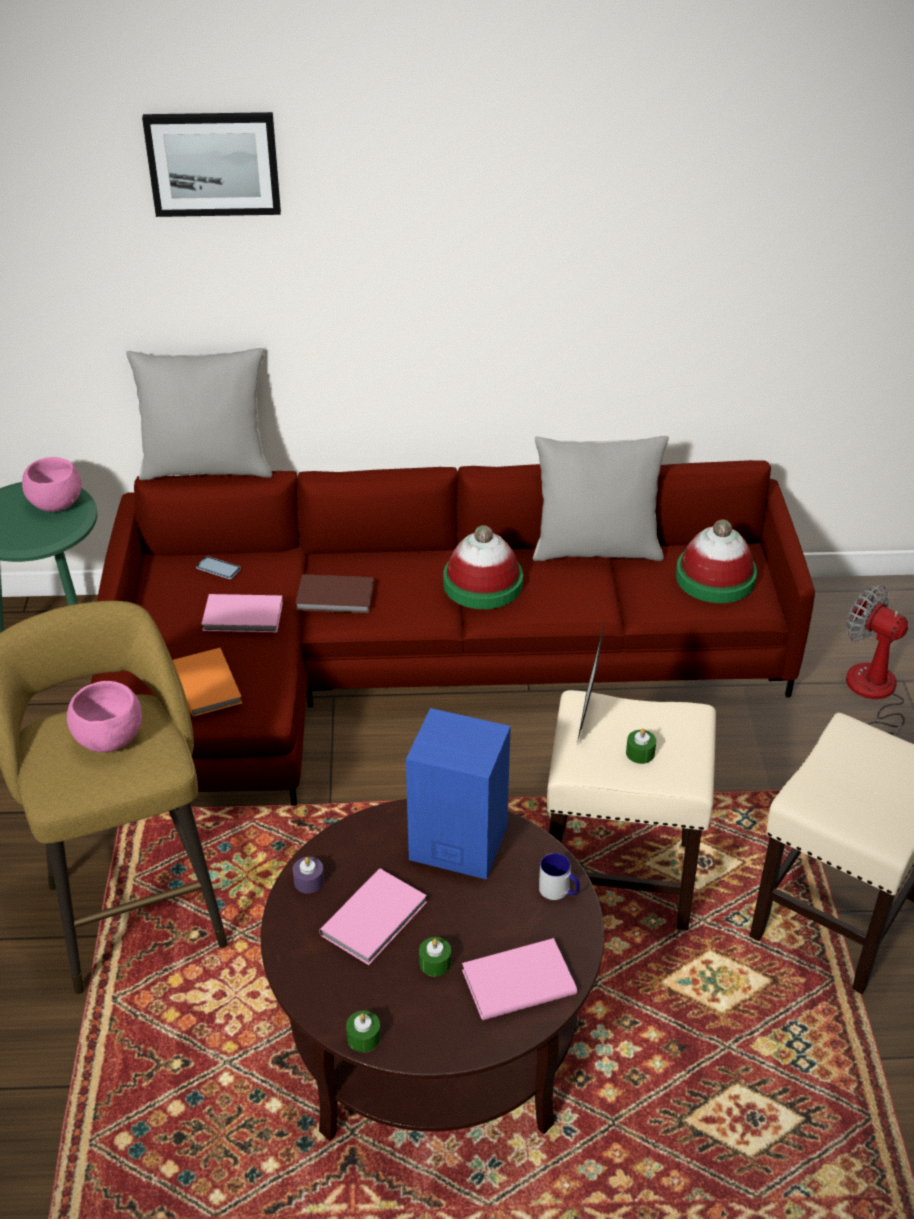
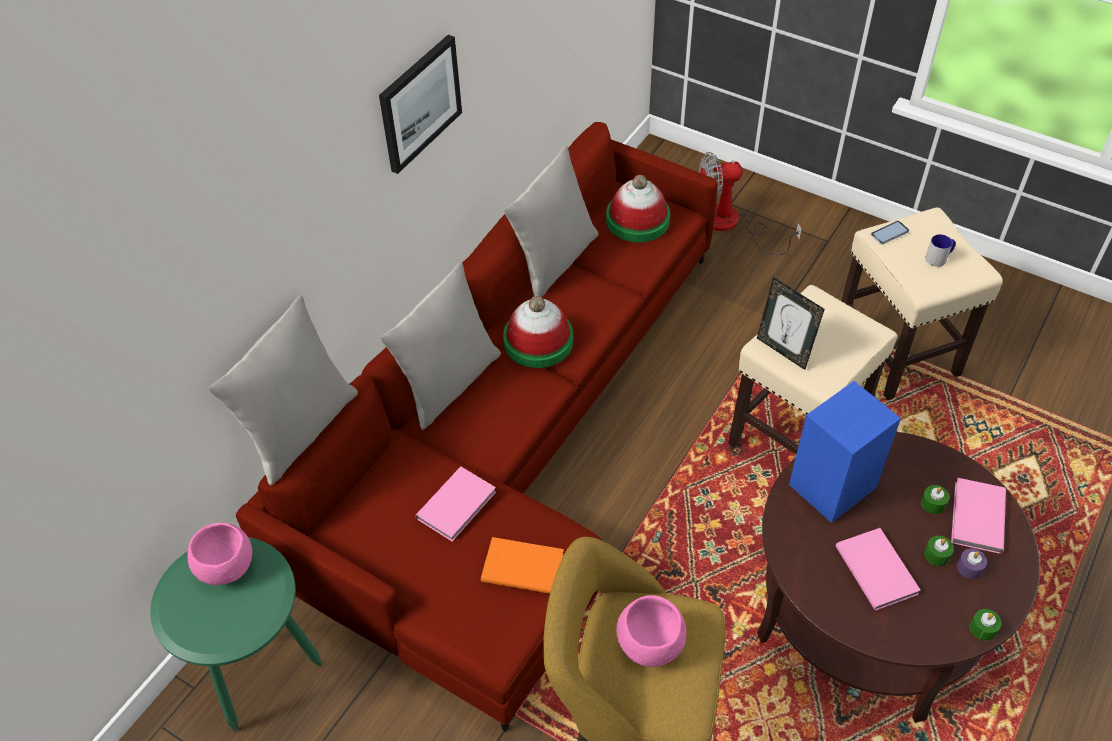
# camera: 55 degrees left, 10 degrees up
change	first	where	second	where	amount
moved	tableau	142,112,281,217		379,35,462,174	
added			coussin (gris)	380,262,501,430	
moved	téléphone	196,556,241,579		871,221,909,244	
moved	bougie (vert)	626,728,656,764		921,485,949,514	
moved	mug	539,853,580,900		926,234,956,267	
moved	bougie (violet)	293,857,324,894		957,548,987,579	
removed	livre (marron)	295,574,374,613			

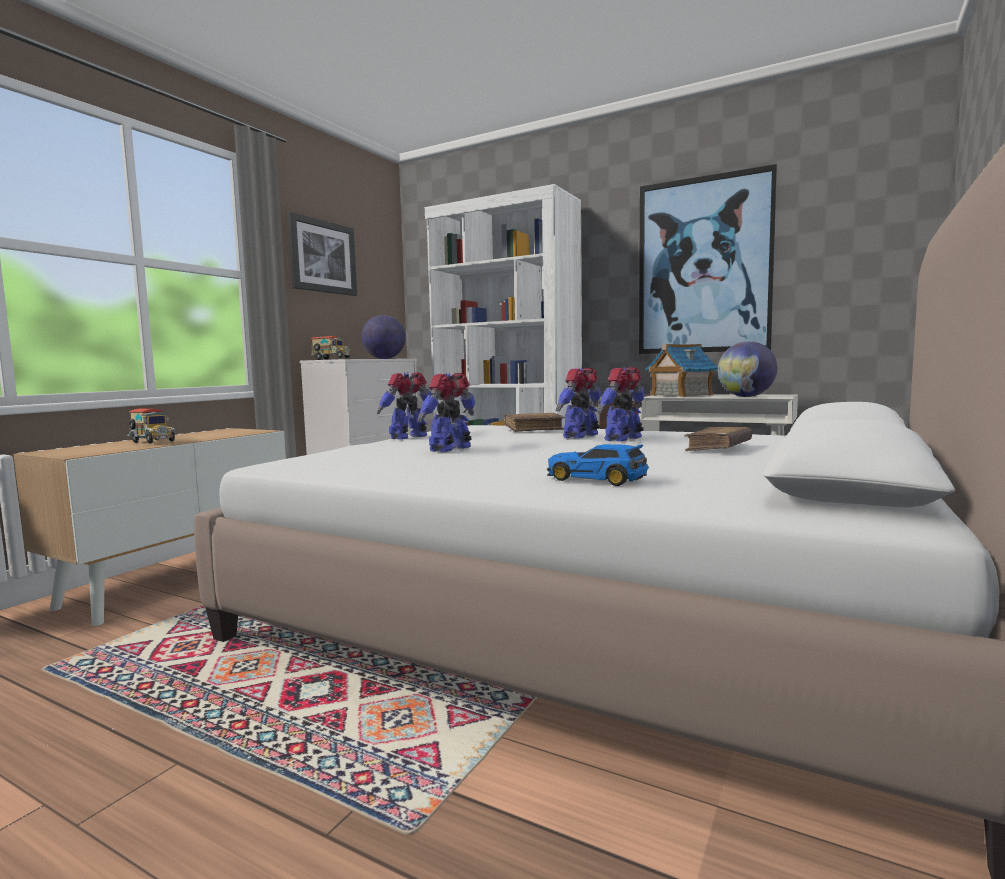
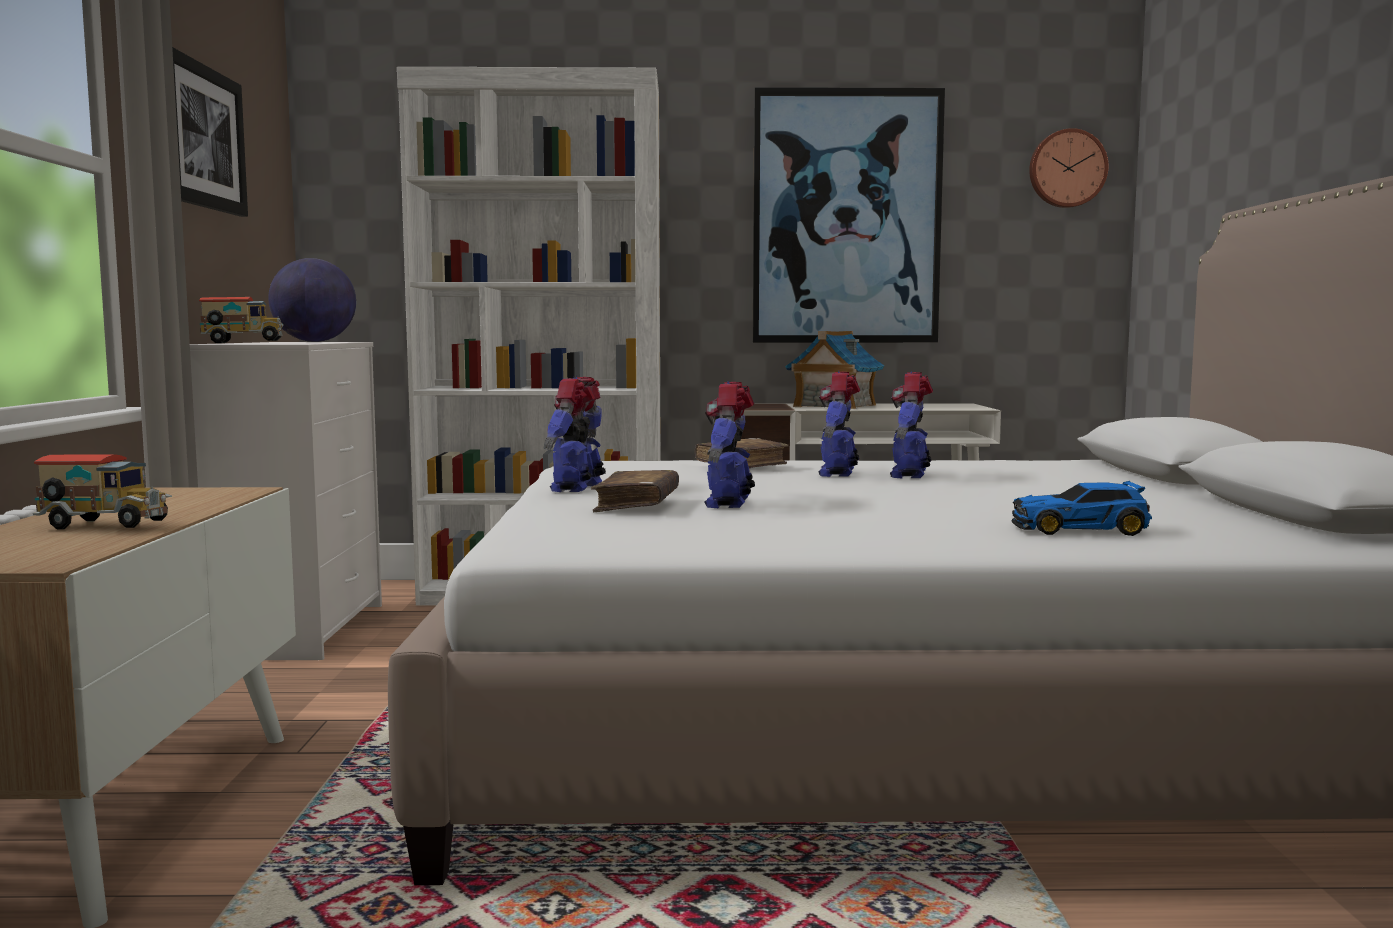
# camera: 30 degrees left, 0 degrees up
change	first	where	second	where	amount
moved	livre (marron)	684,427,752,451		591,470,679,512	
added			horloge murale	1029,128,1109,208	
removed	globe	718,341,777,397			

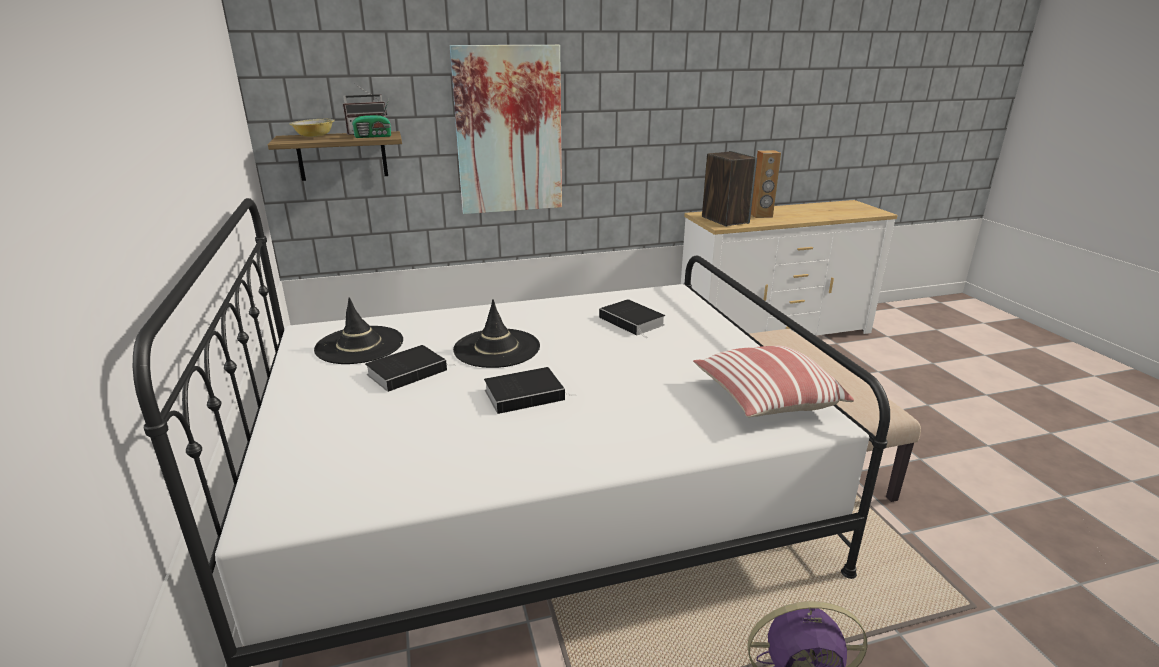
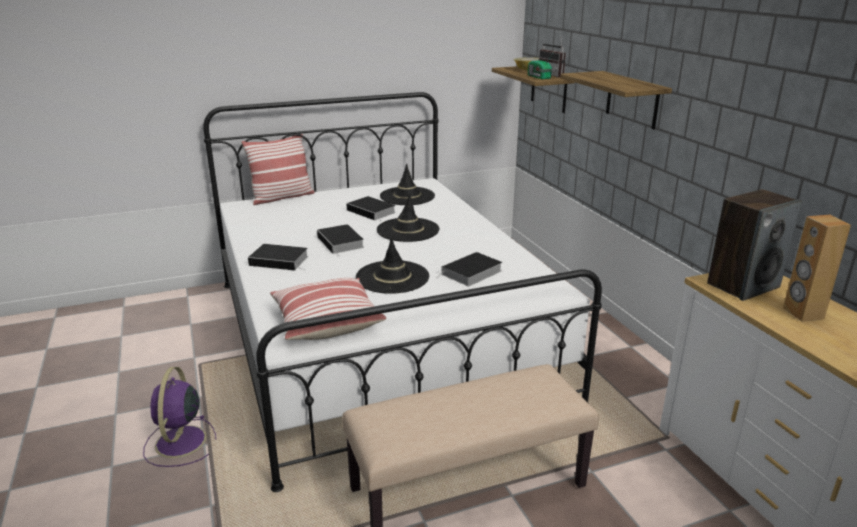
# camera: 85 degrees right, 0 degrees up
change	first	where	second	where	amount
added			coussin	241,134,315,205	
added			livre	248,244,308,270	
added			chapeau (noir)	356,237,429,294	
replaced	tableau	450,45,562,214	étagère	560,71,672,129	

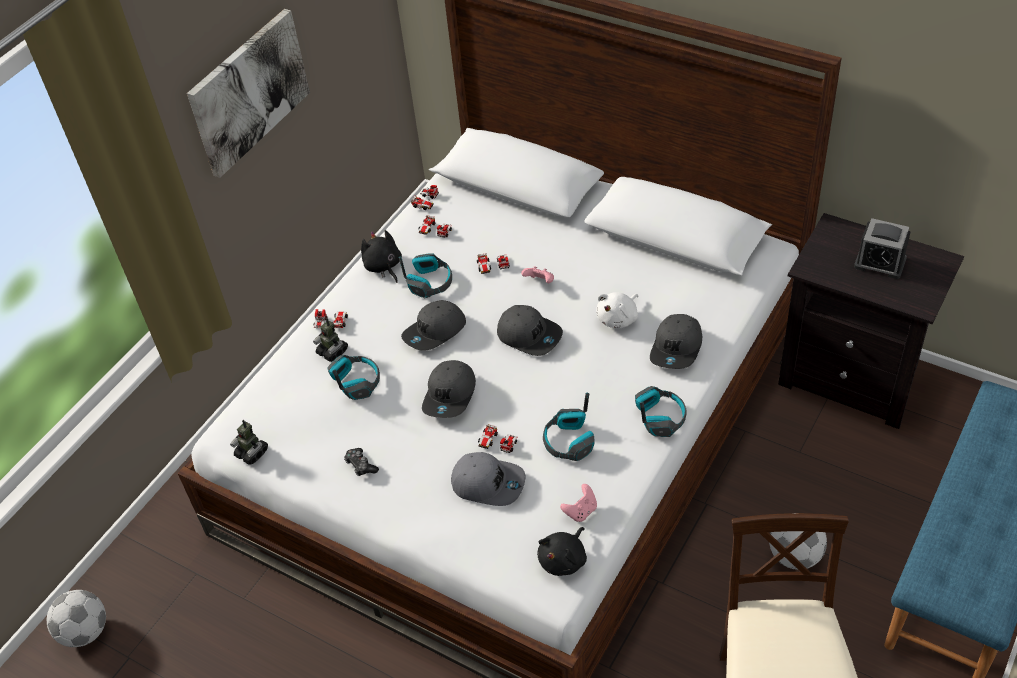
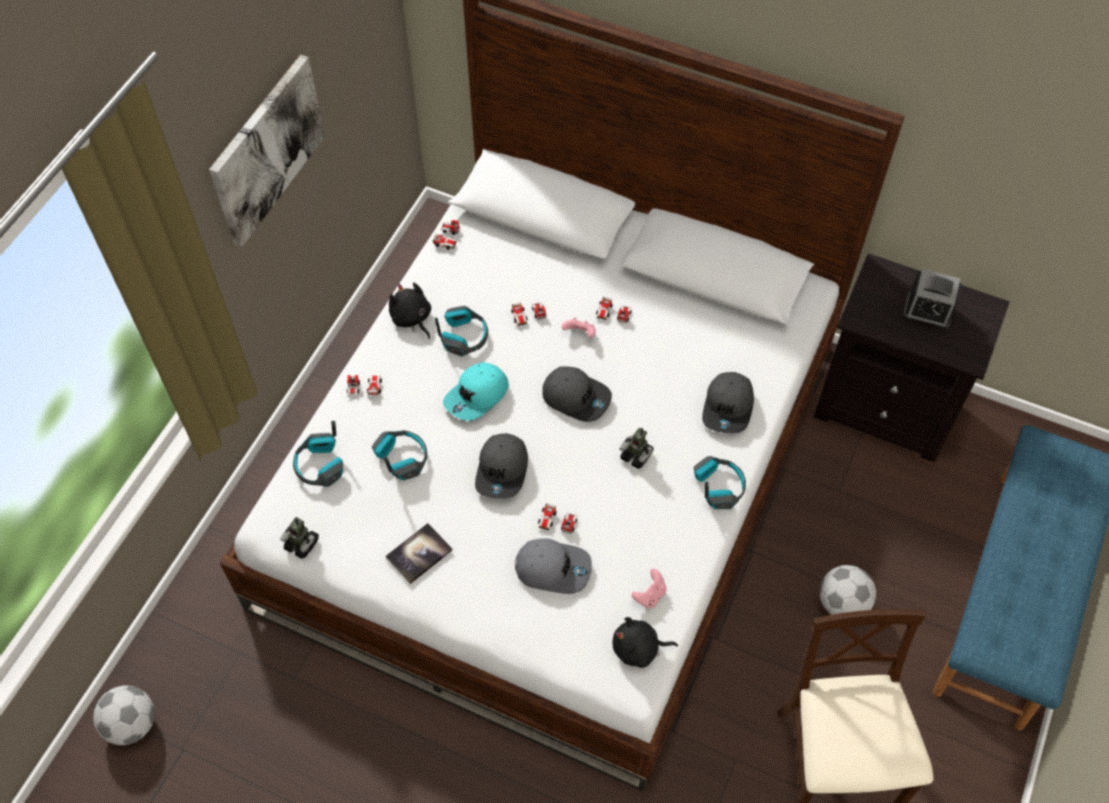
# camera: 10 degrees left, 10 degrees up
change	first	where	second	where	amount
moved	casque audio	543,393,595,461		293,421,343,487	
replaced	manette	344,448,379,476	livre	386,523,453,584	
recoloured	casquette (gris)	401,300,466,351	casquette (turquoise)	443,362,509,421	
moved	petite voiture	419,215,452,238		596,297,632,323	
turned	peluche (noir)	537,527,587,576		613,617,678,668	60 degrees clockwise
moved	robot jouet	313,318,348,362		619,428,653,469	
removed	peluche (blanc)	596,292,639,328			

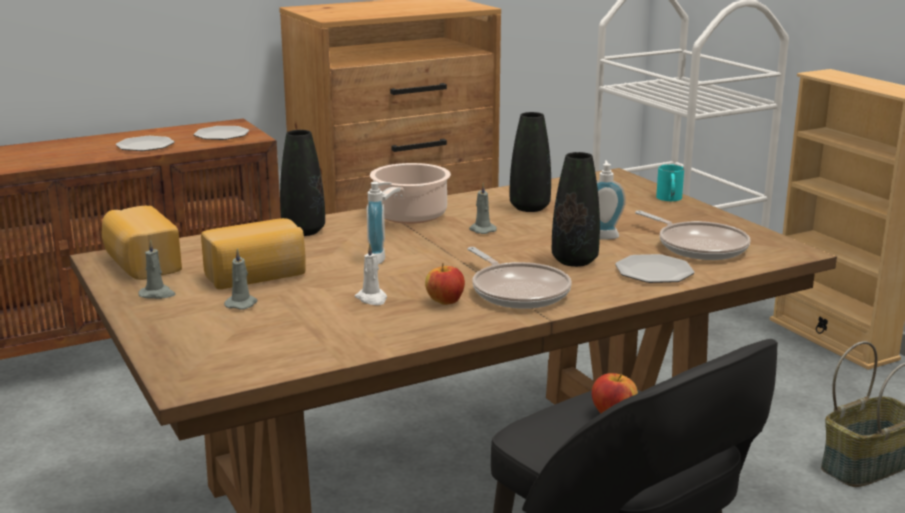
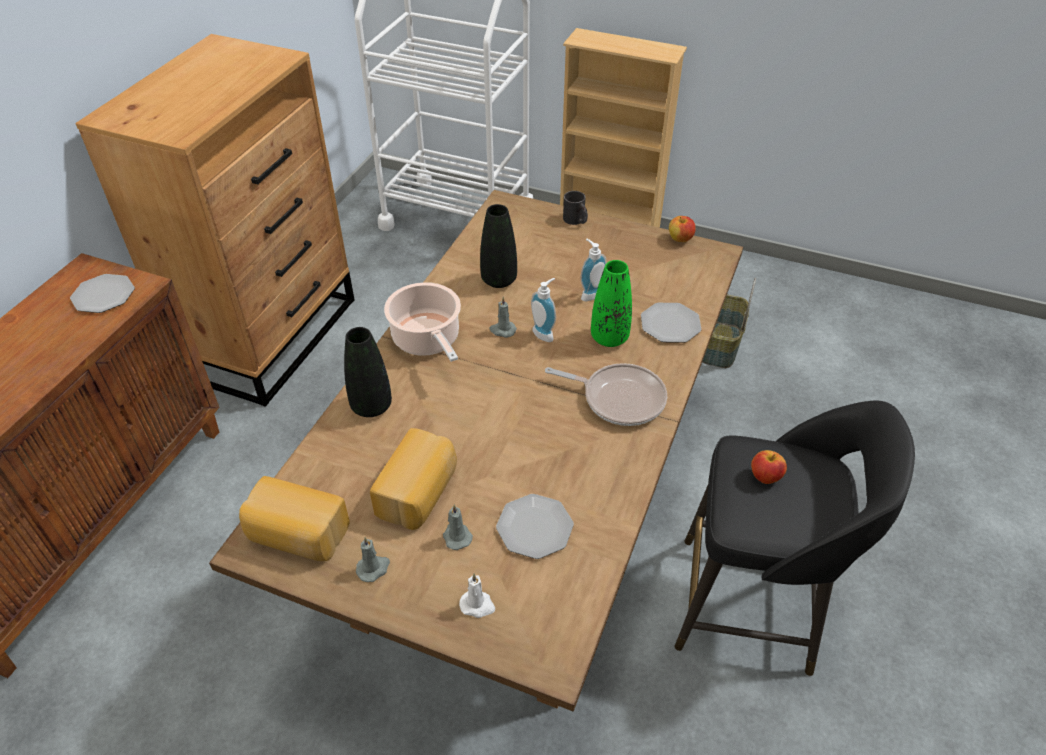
# camera: 40 degrees left, 25 degrees up
change	first	where	second	where	amount
moved	bougie (blanc)	355,244,387,305		459,573,495,618	
moved	assiette	116,136,175,151		496,494,574,559	
moved	distributeur de savon	367,182,392,264		531,278,556,342	
recoloured	mug (turquoise)	656,164,684,201	mug (noir)	563,191,588,225	
recoloured	vase (noir)	552,152,600,267	vase (vert)	591,260,632,347	
moved	pomme	425,263,465,305		669,216,695,242	
removed	poêle	635,211,750,260			

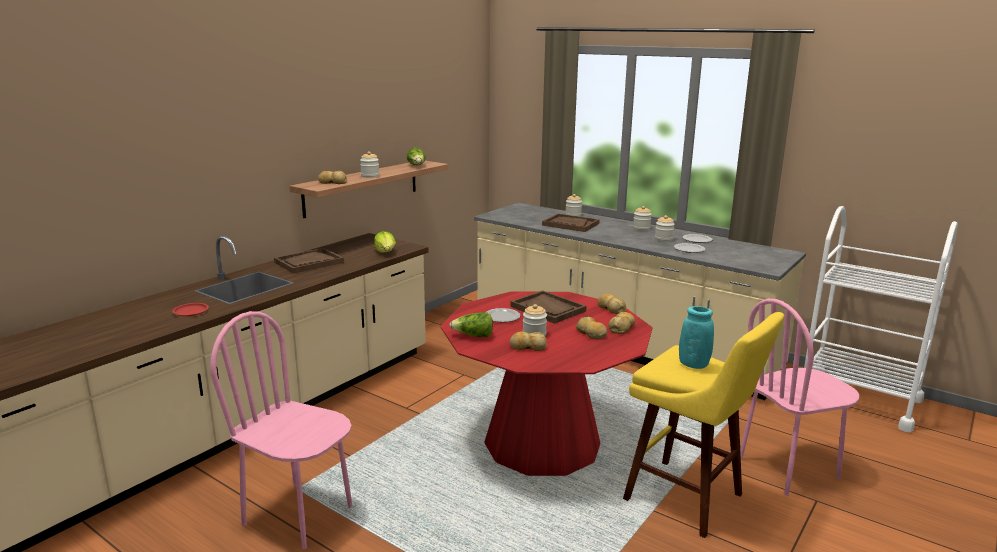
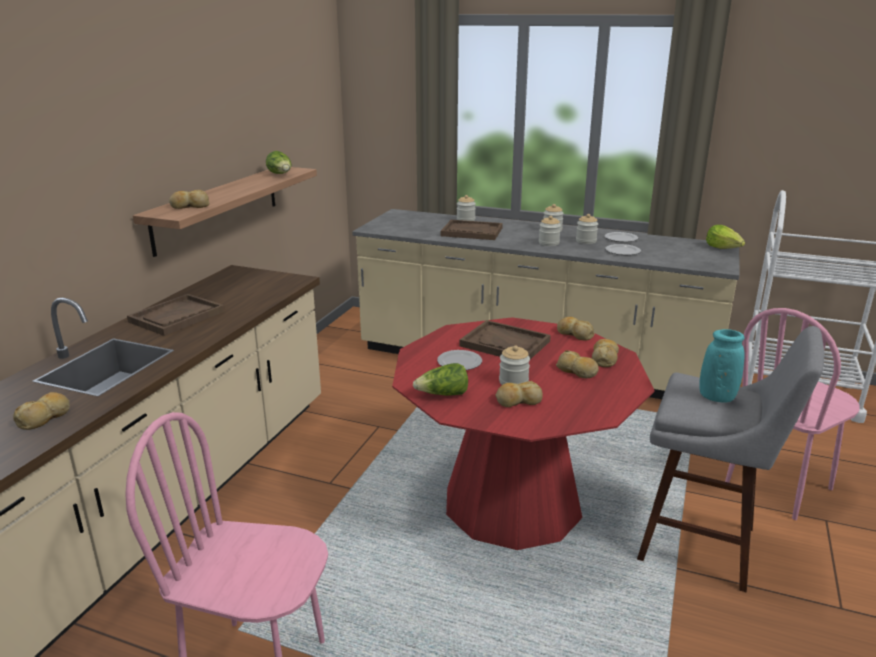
# camera: 15 degrees left, 5 degrees up
change	first	where	second	where	amount
replaced	assiette (rouge)	172,303,209,316	pain	13,392,70,430	
moved	bocal	360,151,379,178		539,216,561,246	
recoloured	tabouret (jaune)	623,312,784,538	tabouret (gris)	637,326,824,592	
moved	laitue	374,231,396,252		706,225,745,249	

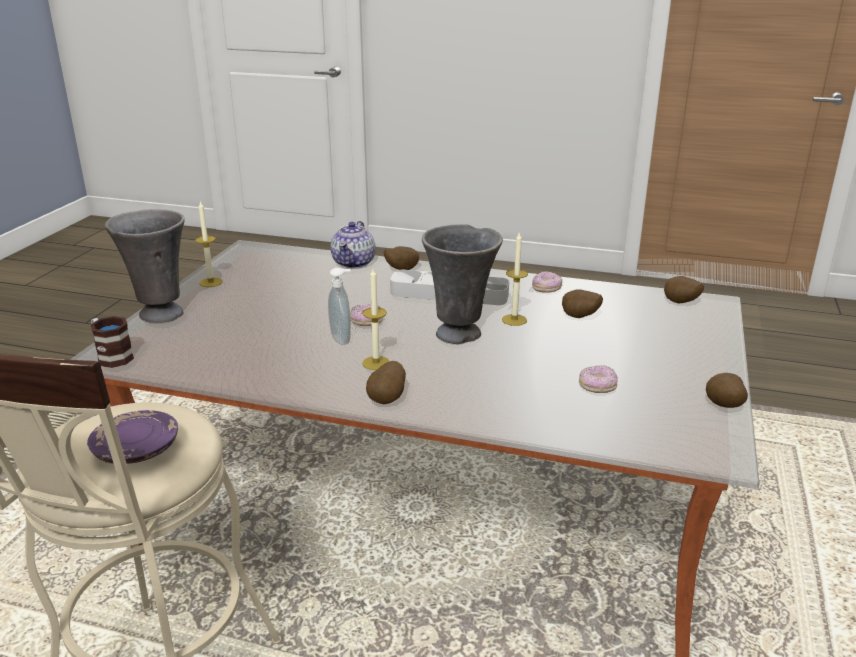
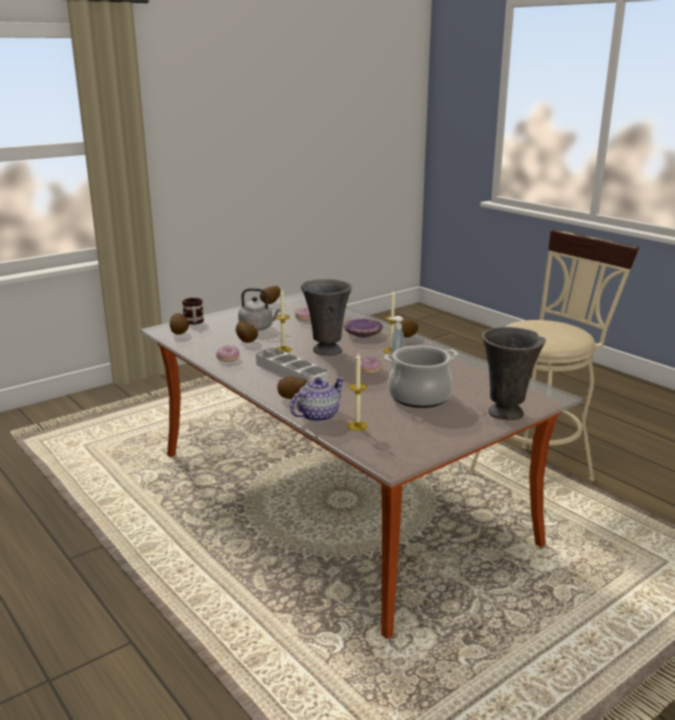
# camera: 145 degrees left, 5 degrees down
change	first	where	second	where	amount
moved	mug	91,316,134,368		182,298,204,325	
added			bouilloire (gris)	238,288,281,331	
moved	assiette (violet)	87,410,178,464		344,319,383,337	
moved	bougie	195,201,223,287		347,353,368,431	
added			marmite	384,346,458,408	

